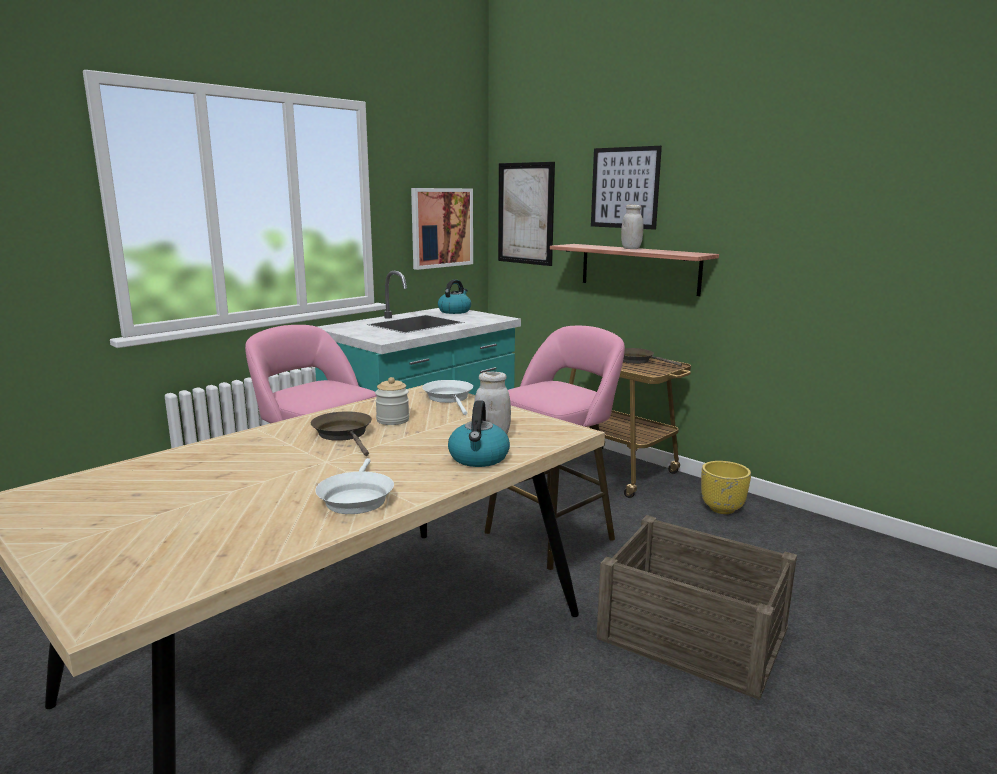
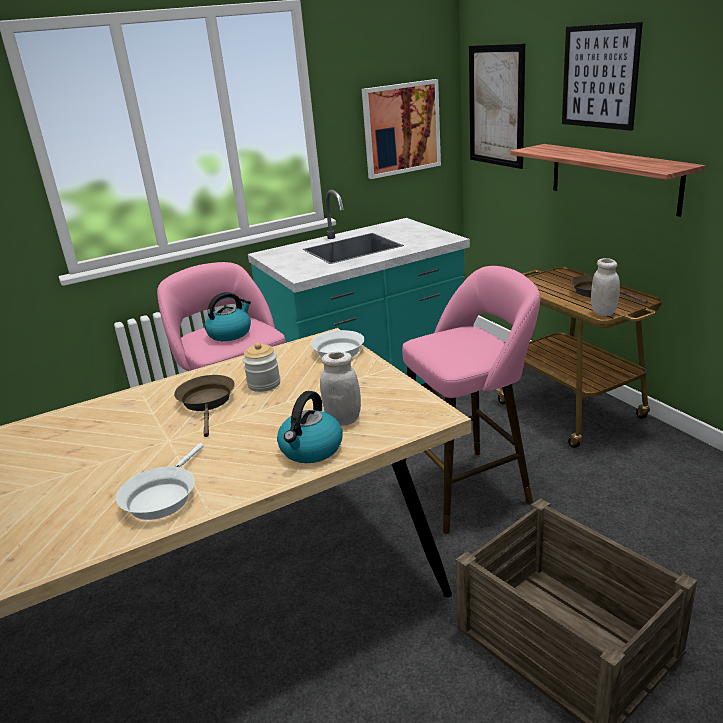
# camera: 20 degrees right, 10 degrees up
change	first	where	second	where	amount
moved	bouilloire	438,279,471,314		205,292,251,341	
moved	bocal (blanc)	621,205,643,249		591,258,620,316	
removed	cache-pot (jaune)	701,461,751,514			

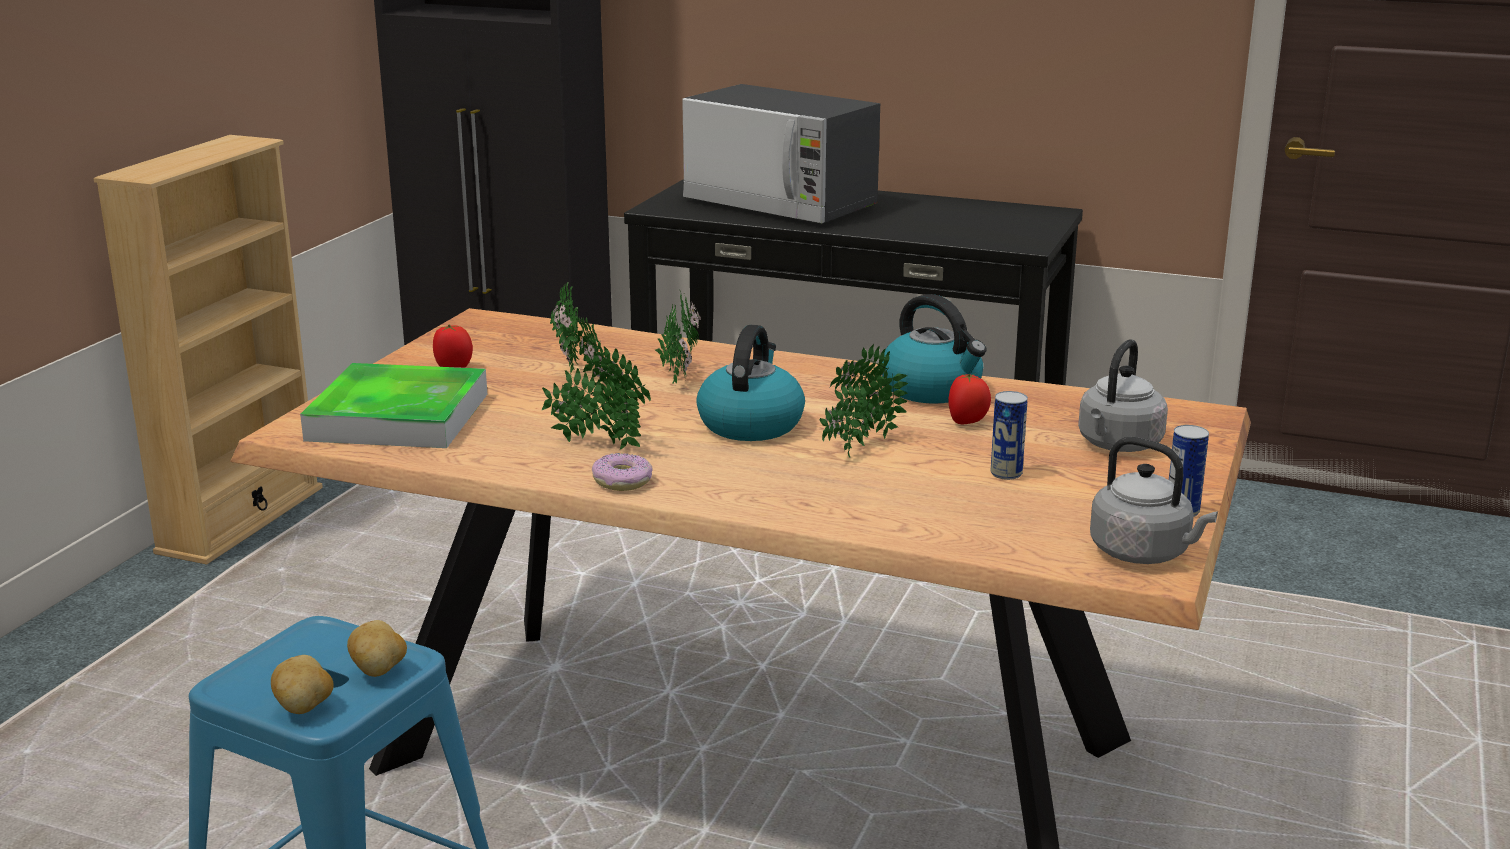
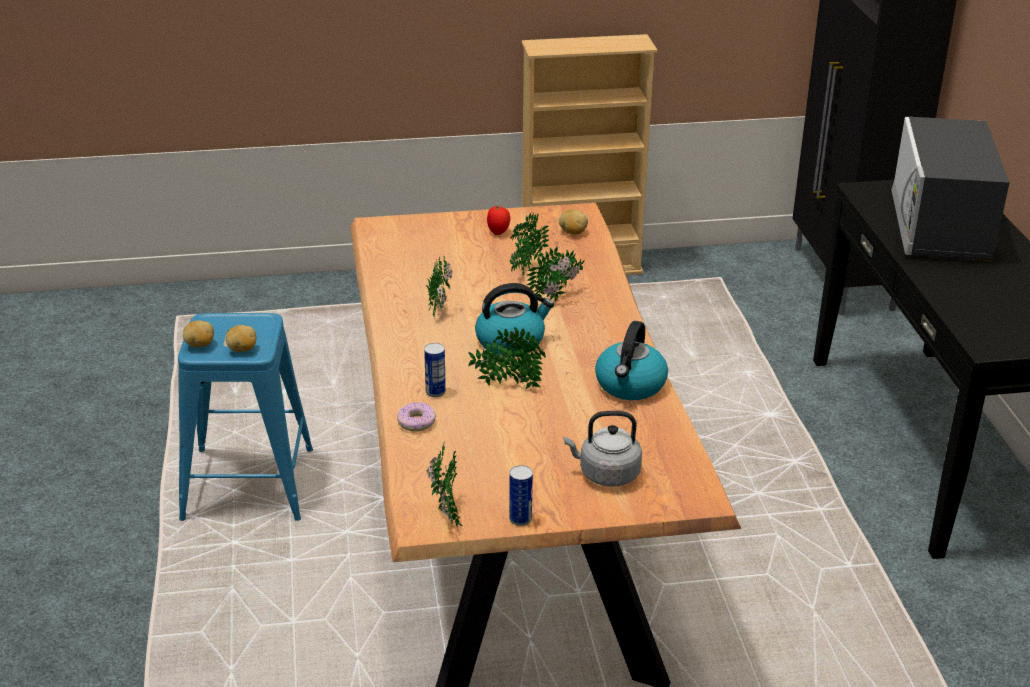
# camera: 60 degrees right, 10 degrees up
change	first	where	second	where	amount
moved	beignet	592,453,653,491		397,402,436,431	
moved	boîte métallique	991,391,1028,480		424,343,446,397	
replaced	bouilloire (gris)	1090,437,1218,564	plante en pot	426,443,462,528	
added			pomme de terre	559,209,588,234	
removed	plateau	300,363,488,448			
removed	tomate	948,374,991,424			

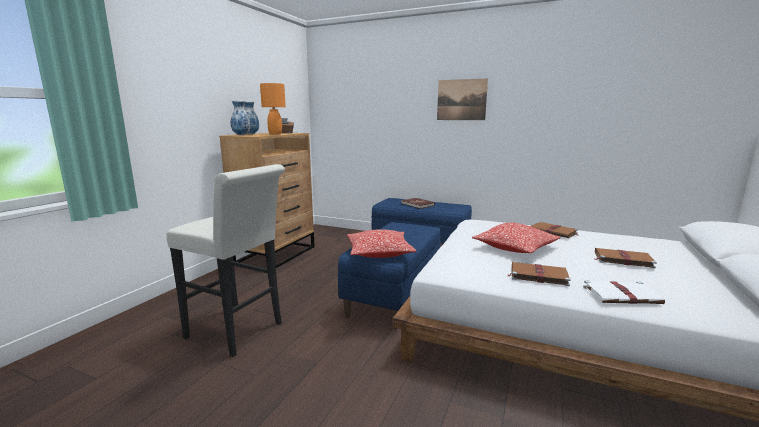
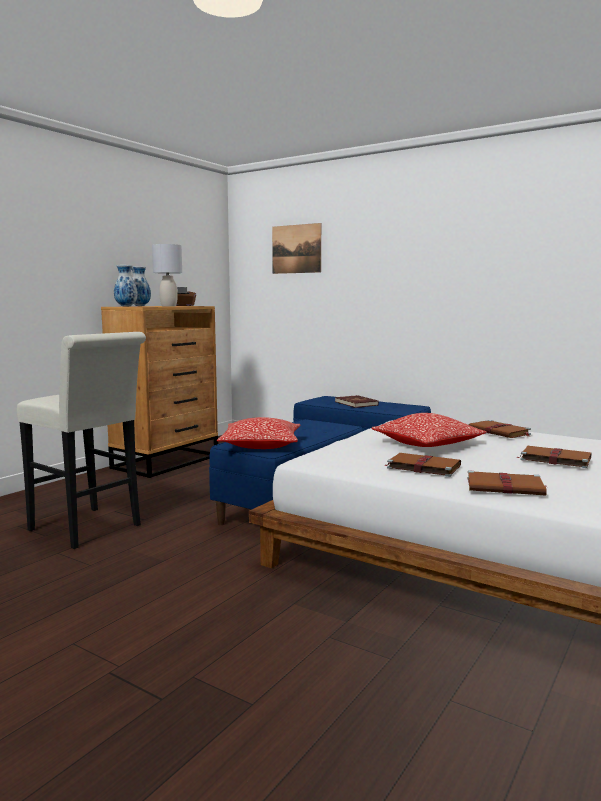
# camera: 10 degrees right, 5 degrees down
change	first	where	second	where	amount
recoloured	lampe de table (orange)	260,83,286,135	lampe de table (gris)	152,244,182,306	
moved	tableau	437,78,488,120		272,223,321,274	
recoloured	livre (blanc)	583,280,665,304	livre (marron)	468,470,547,496	

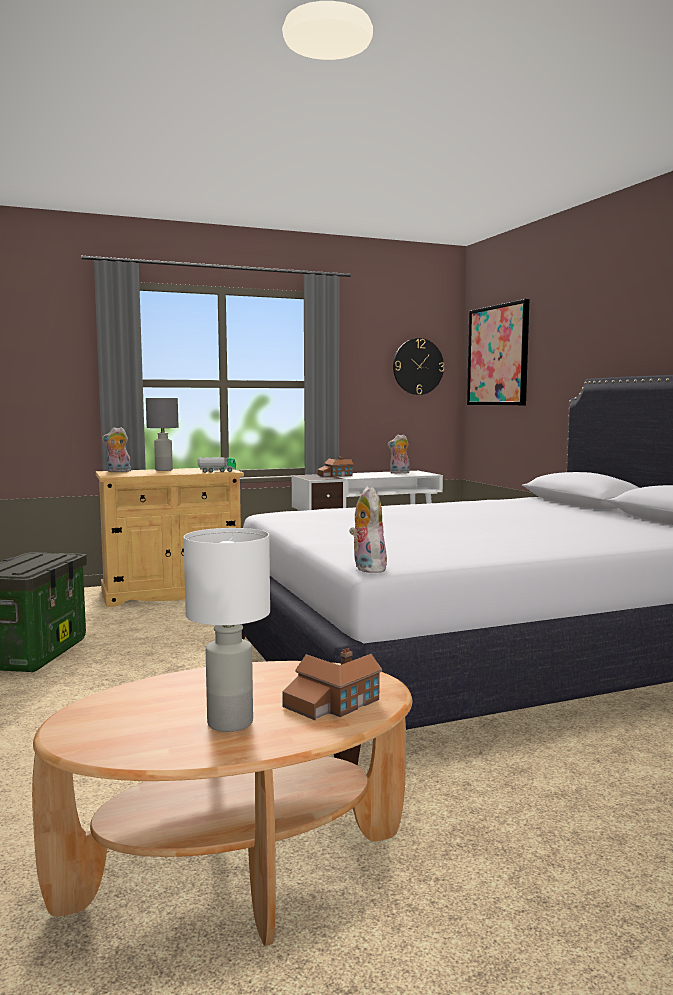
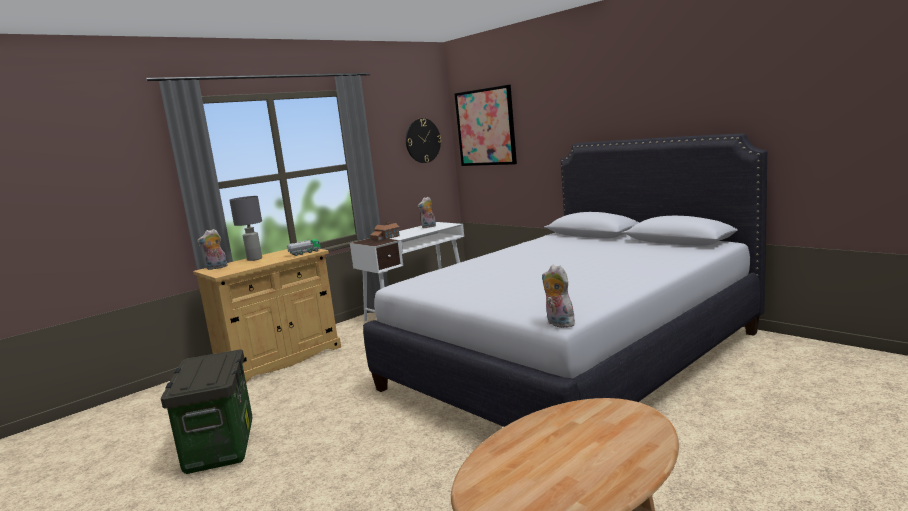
# camera: 20 degrees left, 5 degrees up
change	first	where	second	where	amount
removed	lampe de table (blanc)	183,528,270,732			
removed	maison miniature	282,648,382,720			

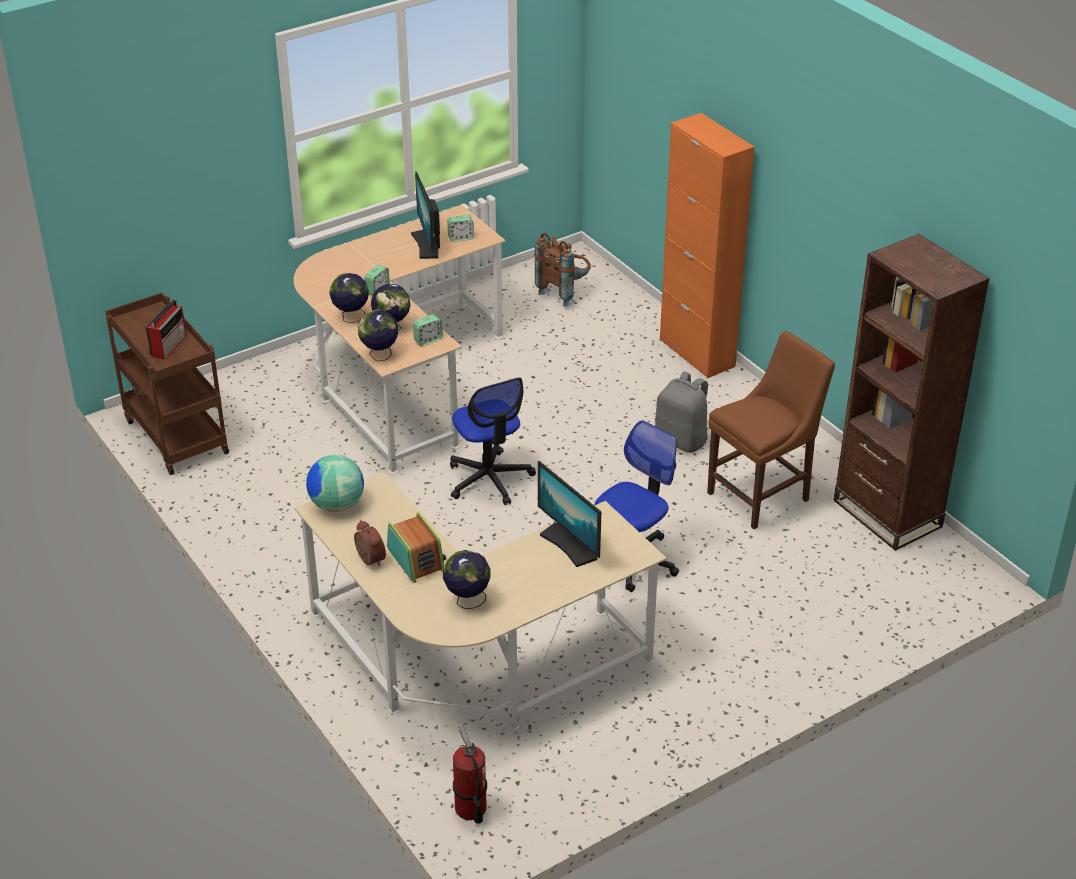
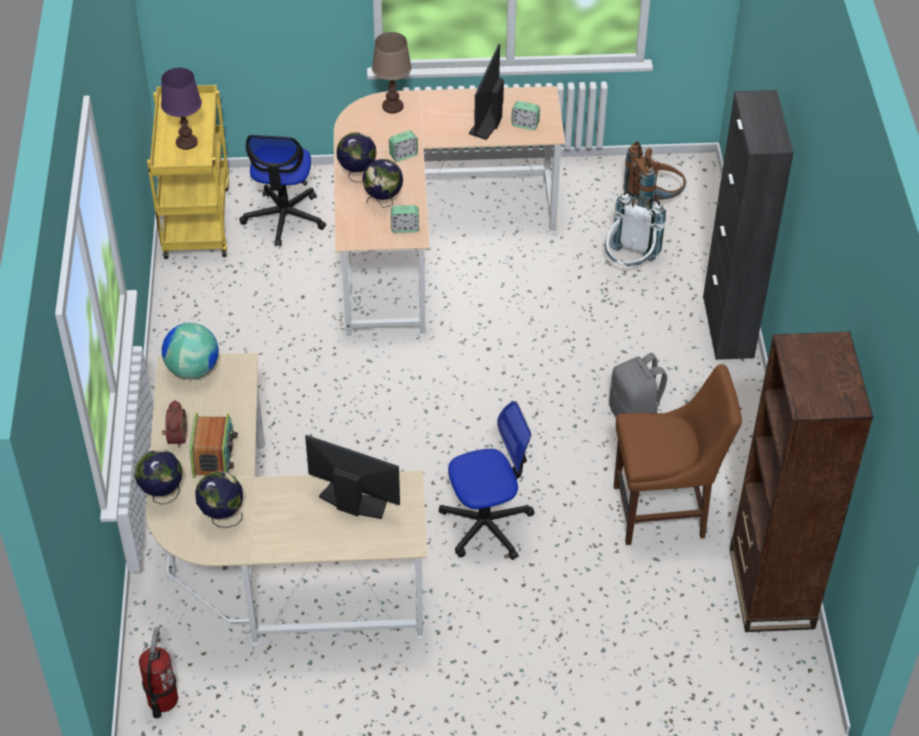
# camera: 30 degrees right, 10 degrees up
change	first	where	second	where	amount
moved	globe	358,310,398,361		135,450,183,505	
recoloured	chariot (marron)	105,293,229,475	chariot (jaune)	147,85,229,259	
replaced	radio	146,299,186,360	lampe de table (violet)	161,68,202,150	
moved	chaise de bureau	450,377,536,505		239,135,326,247	
turned	écran d'ordinateur	538,461,601,567		305,435,400,519	120 degrees clockwise
added			lampe de table (marron)	372,32,412,114	
added			sac à dos (blanc)	605,191,666,267	
recoloured	meuble de rangement (orange)	660,113,754,378	meuble de rangement (noir)	703,90,794,360	

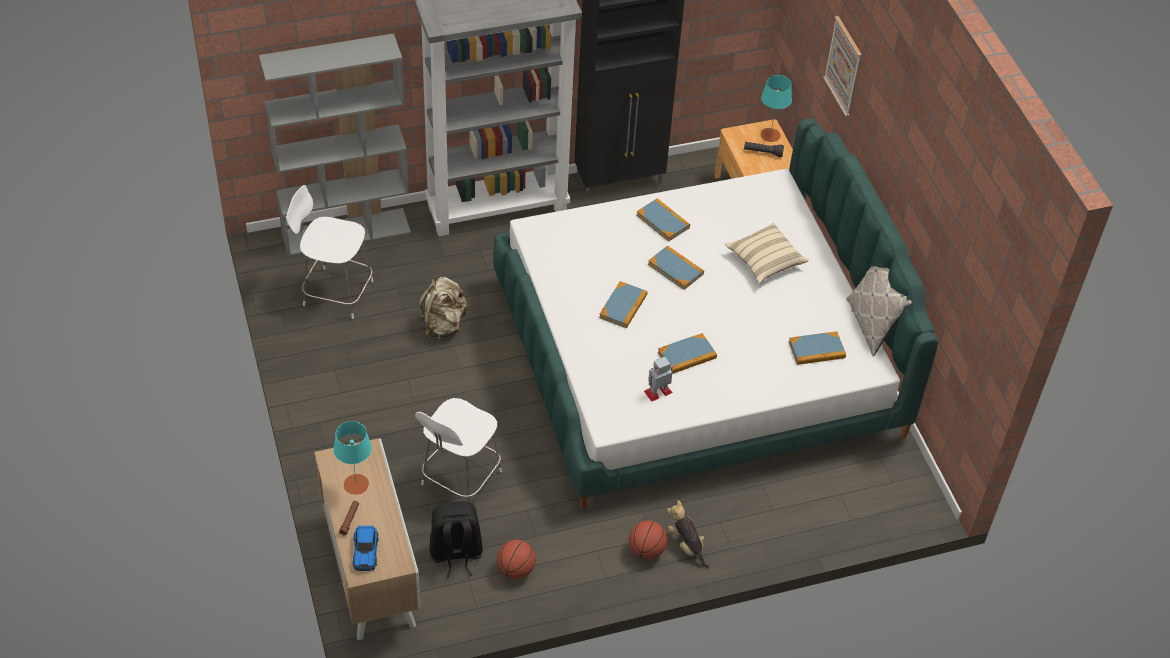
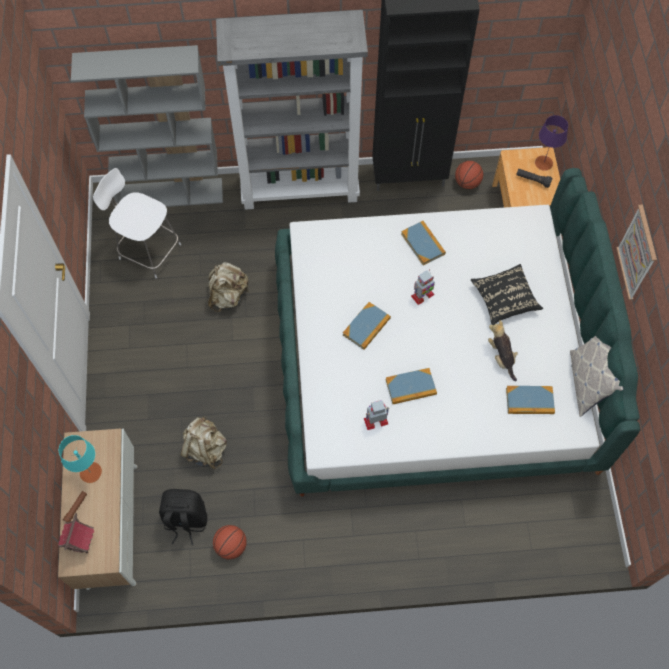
# camera: 15 degrees right, 15 degrees up
change	first	where	second	where	amount
replaced	petite voiture	353,525,379,571	maison miniature	58,513,94,553	
replaced	chaise (blanc)	415,398,502,502	sac à dos (beige)	181,417,227,469	
replaced	livre	648,245,704,290	robot jouet	411,269,435,305	
moved	ballon de basket	629,520,667,559		455,161,483,189	
recoloured	coussin (beige)	725,223,809,284	coussin (noir)	471,264,543,325	
moved	peluche	667,500,709,569		488,320,518,381	
recoloured	lampe de table (turquoise)	760,75,792,142	lampe de table (violet)	535,115,568,171	
moved	tableau	823,16,862,117		616,205,657,300	

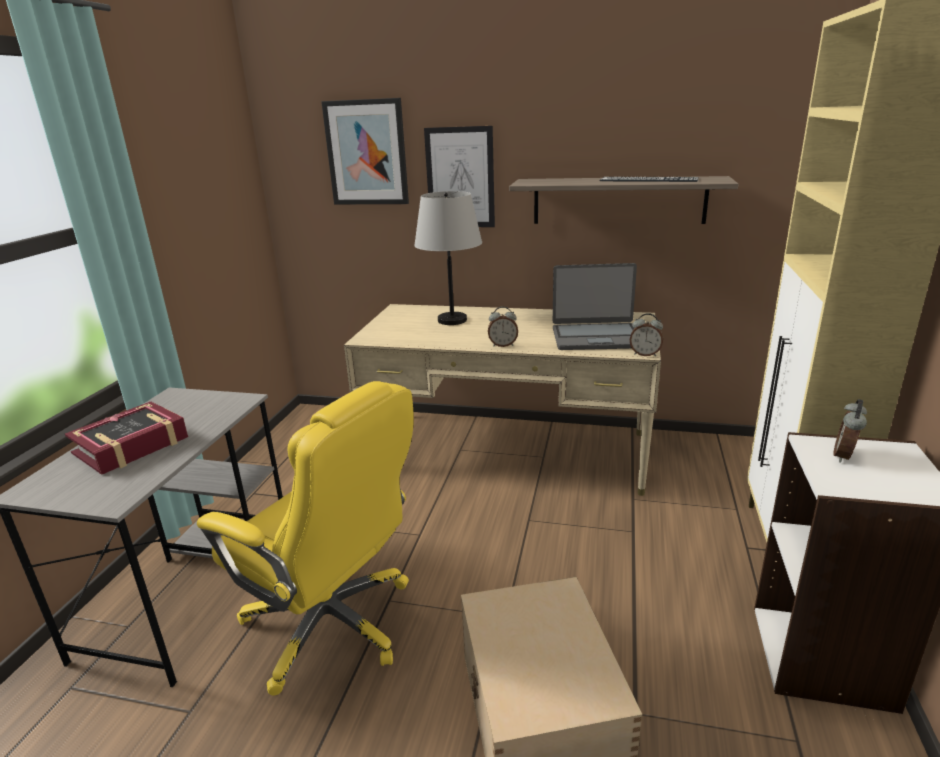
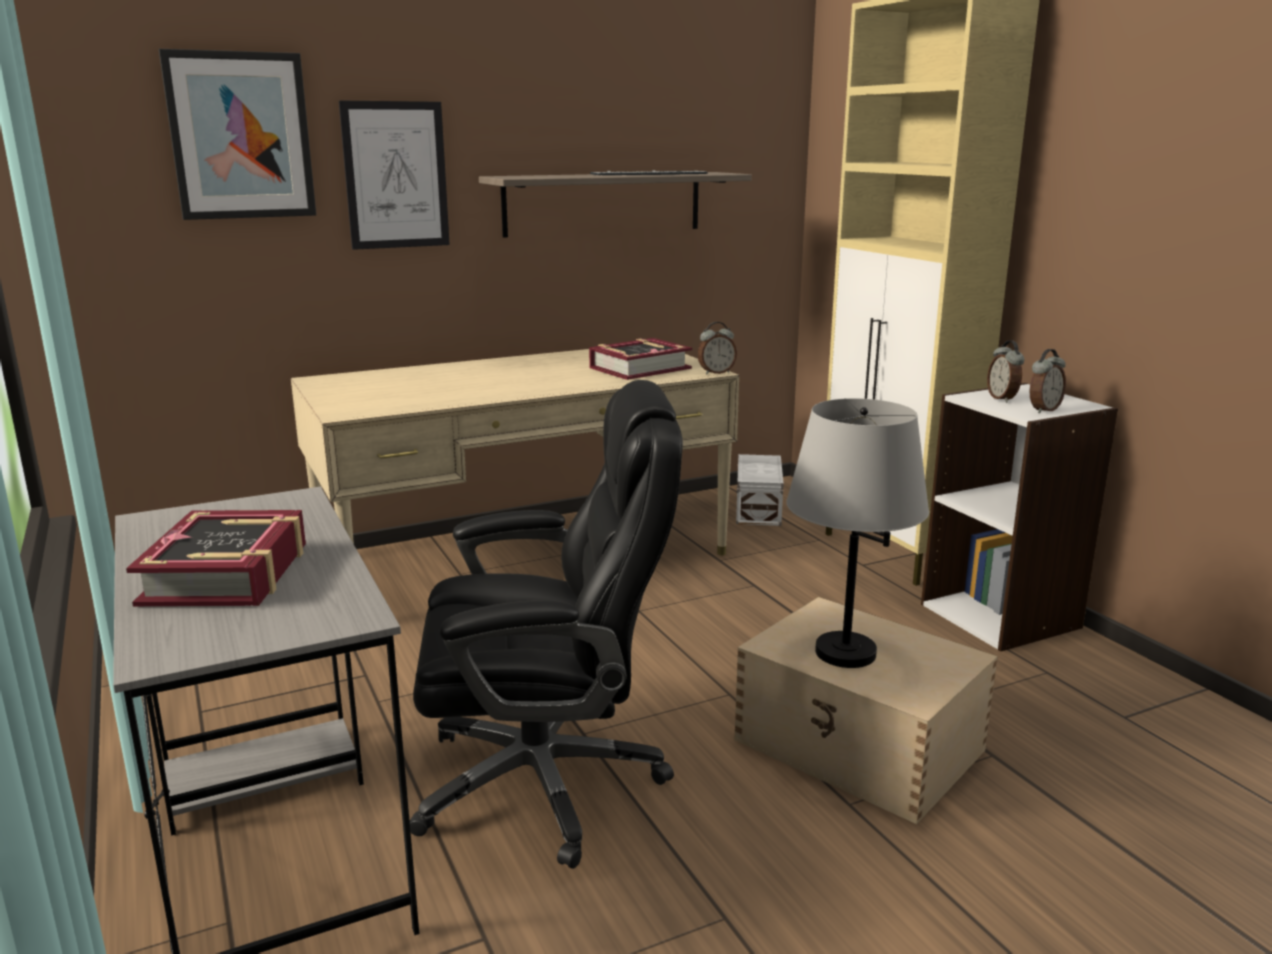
# camera: 40 degrees left, 5 degrees down
change	first	where	second	where	amount
recoloured	chaise de bureau (jaune)	197,381,413,695	chaise de bureau (noir)	410,380,683,869	
replaced	ordinateur portable	553,263,637,350	livre	589,338,692,380	
added			boîte de rangement (blanc)	736,454,784,526	
moved	lampe de table (gris)	414,191,482,325		786,398,929,668	
moved	réveil	488,306,518,347		1029,349,1066,413	

